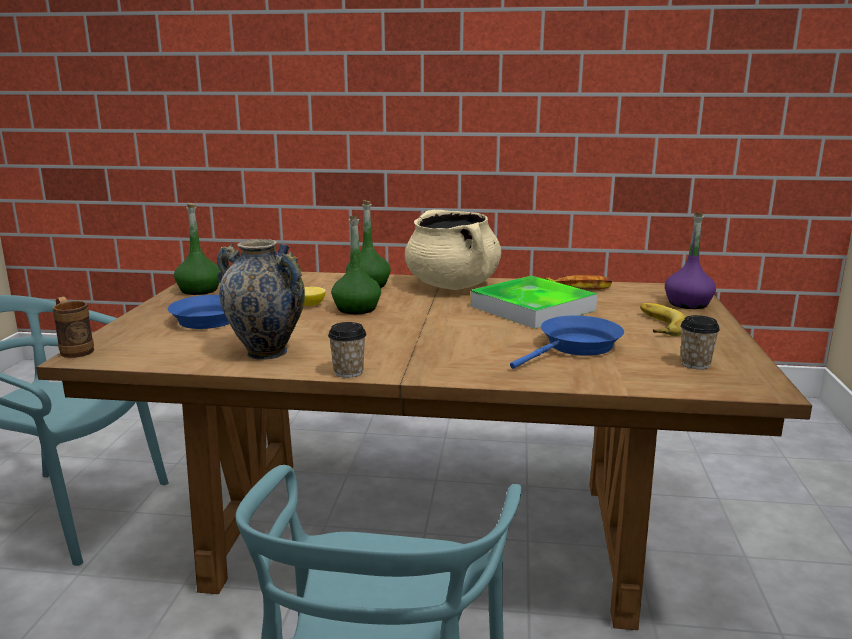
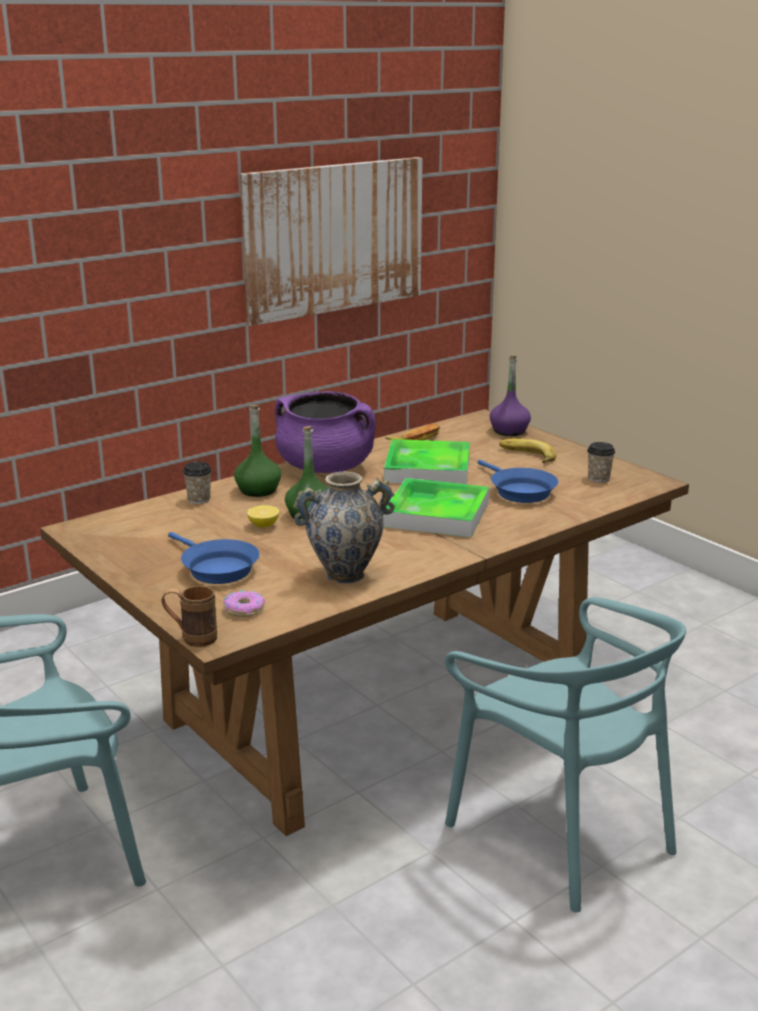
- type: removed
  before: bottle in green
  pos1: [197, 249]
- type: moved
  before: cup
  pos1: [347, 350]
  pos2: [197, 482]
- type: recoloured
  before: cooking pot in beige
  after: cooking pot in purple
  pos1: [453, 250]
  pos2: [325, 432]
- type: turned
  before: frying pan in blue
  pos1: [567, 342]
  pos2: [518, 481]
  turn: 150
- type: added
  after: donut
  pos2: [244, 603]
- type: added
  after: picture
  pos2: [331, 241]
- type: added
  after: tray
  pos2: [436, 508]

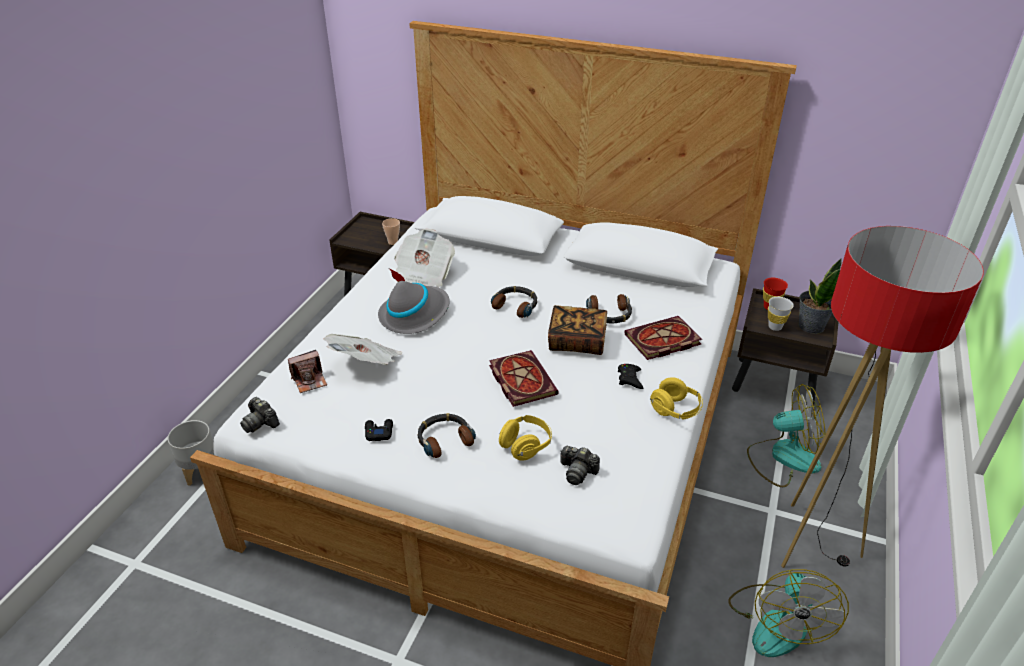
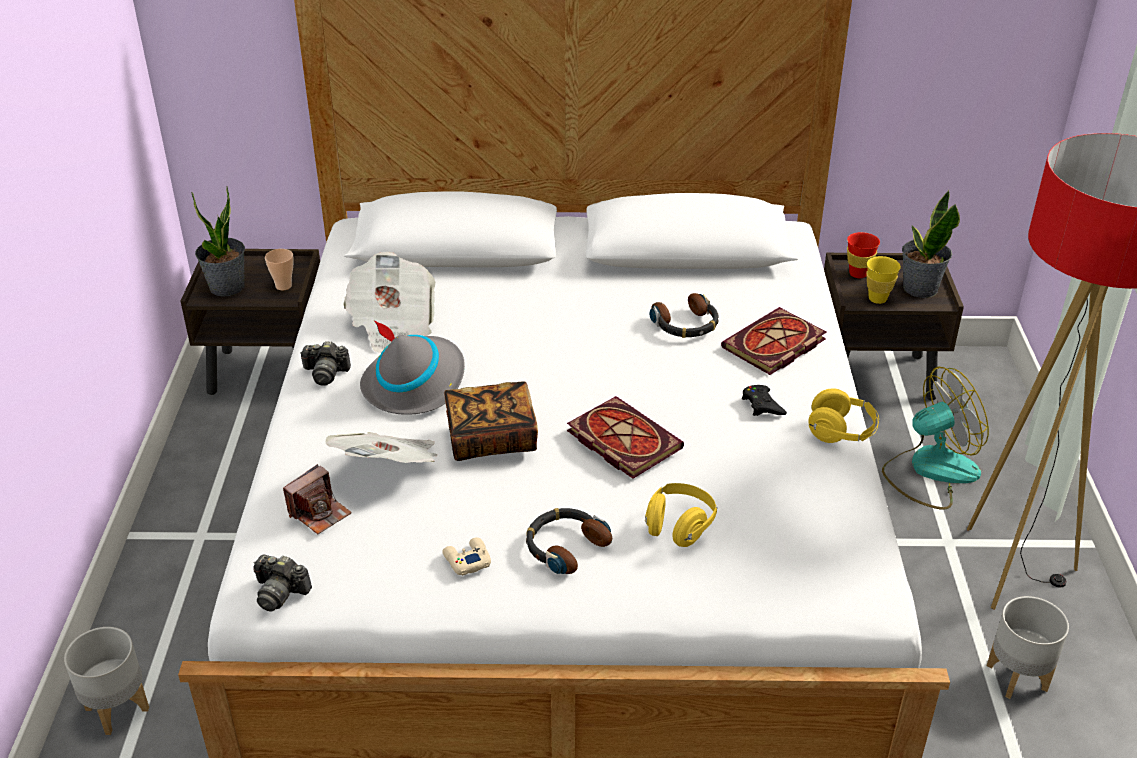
- type: recoloured
  before: game controller in black
  after: game controller in beige
  pos1: [379, 430]
  pos2: [466, 556]
- type: removed
  before: headphones
  pos1: [514, 302]
- type: moved
  before: book
  pos1: [577, 330]
  pos2: [491, 421]
- type: moved
  before: photo camera
  pos1: [580, 465]
  pos2: [325, 363]
- type: replaced
  before: fan
  after: planter in grey
  pos1: [788, 613]
  pos2: [1028, 647]
- type: recoloured
  before: cup in white
  after: cup in yellow
  pos1: [781, 314]
  pos2: [883, 280]
- type: added
  after: potted plant
  pos2: [218, 242]

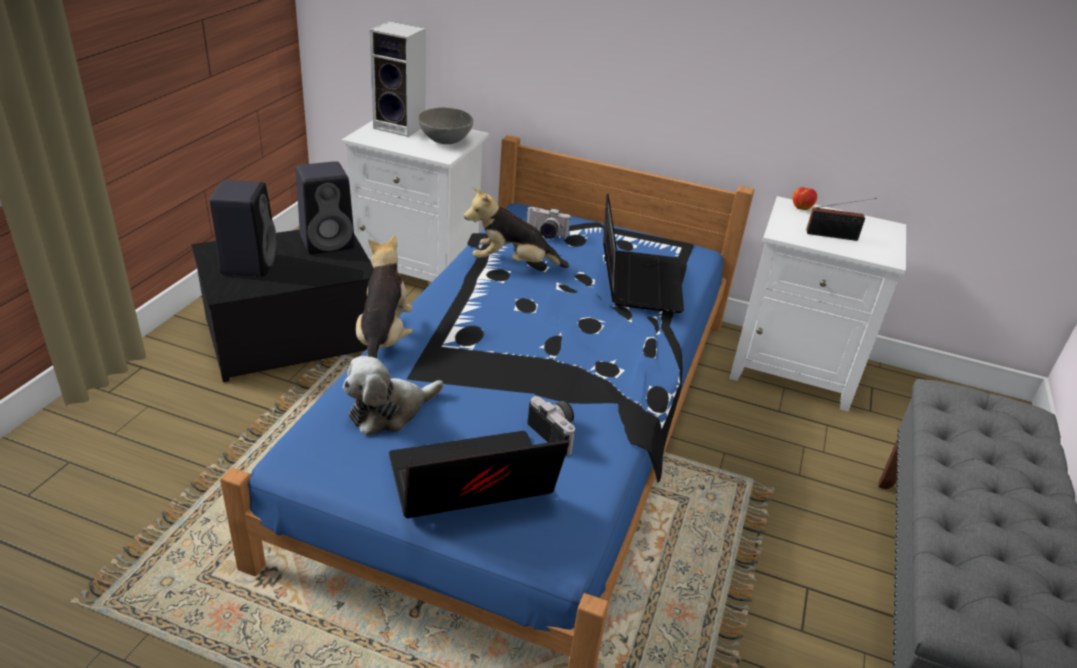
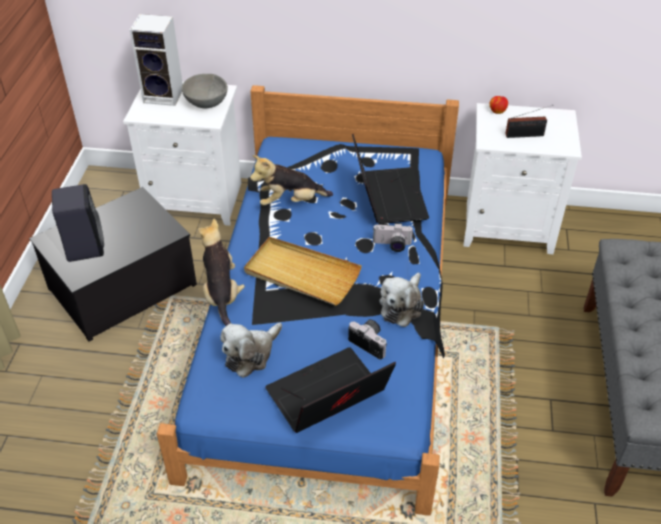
- type: removed
  before: speaker in black
  pos1: [325, 207]
- type: moved
  before: photo camera
  pos1: [549, 223]
  pos2: [393, 237]
- type: added
  after: tray in beige
  pos2: [303, 271]
- type: added
  after: plush toy
  pos2: [401, 300]

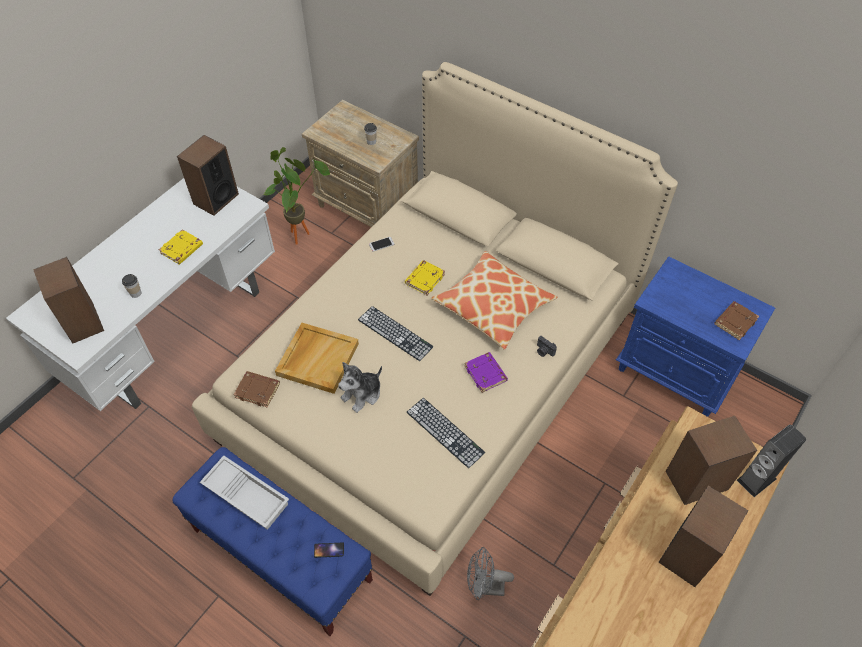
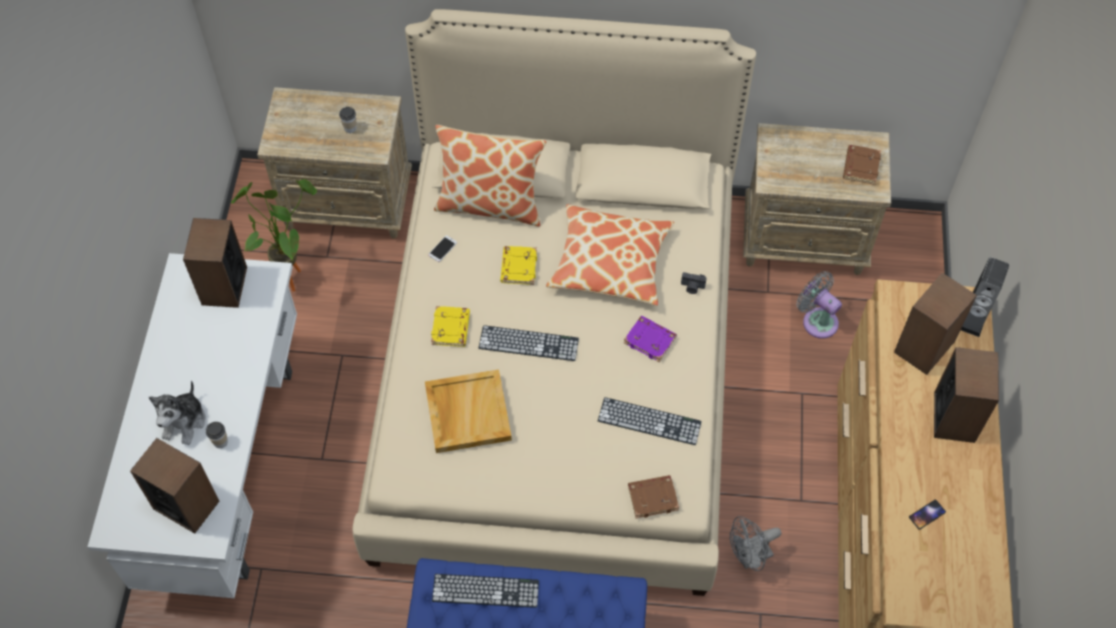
- type: moved
  before: book in yellow
  pos1: [181, 247]
  pos2: [450, 326]
- type: replaced
  before: tray in white
  after: keyboard
  pos1: [244, 493]
  pos2: [485, 591]
- type: moved
  before: book in brown
  pos1: [256, 389]
  pos2: [653, 496]
- type: moved
  before: phone
  pos1: [329, 550]
  pos2: [927, 515]
- type: moved
  before: plush toy
  pos1: [360, 387]
  pos2: [177, 413]
- type: recoloured
  before: nightstand in blue
  after: nightstand in beige
  pos1: [695, 337]
  pos2: [817, 199]
- type: added
  after: pillow
  pos2: [490, 176]
- type: added
  after: fan in grey
  pos2: [819, 305]

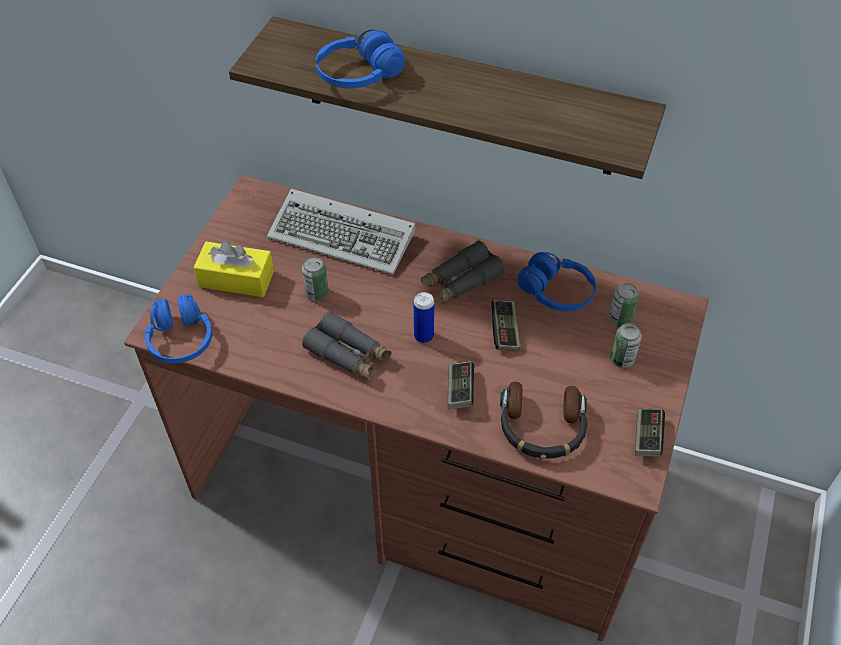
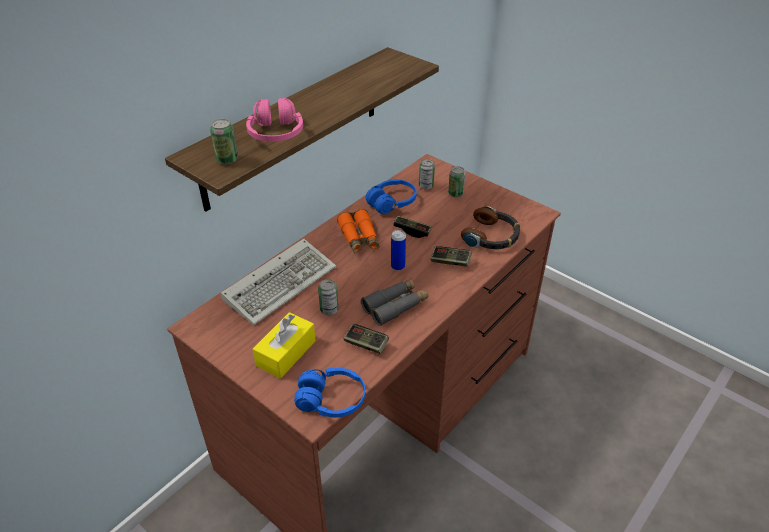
- type: recoloured
  before: headphones in blue
  after: headphones in pink
  pos1: [360, 59]
  pos2: [274, 120]
- type: recoloured
  before: binoculars in grey
  after: binoculars in orange
  pos1: [463, 272]
  pos2: [358, 231]
- type: moved
  before: game controller
  pos1: [650, 432]
  pos2: [366, 339]
- type: added
  after: can
  pos2: [224, 142]

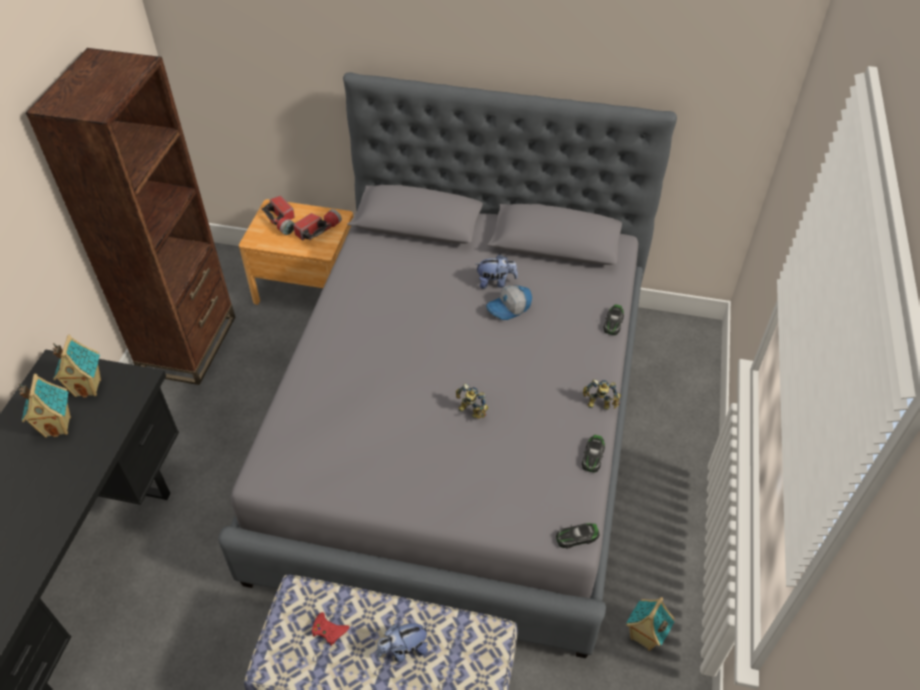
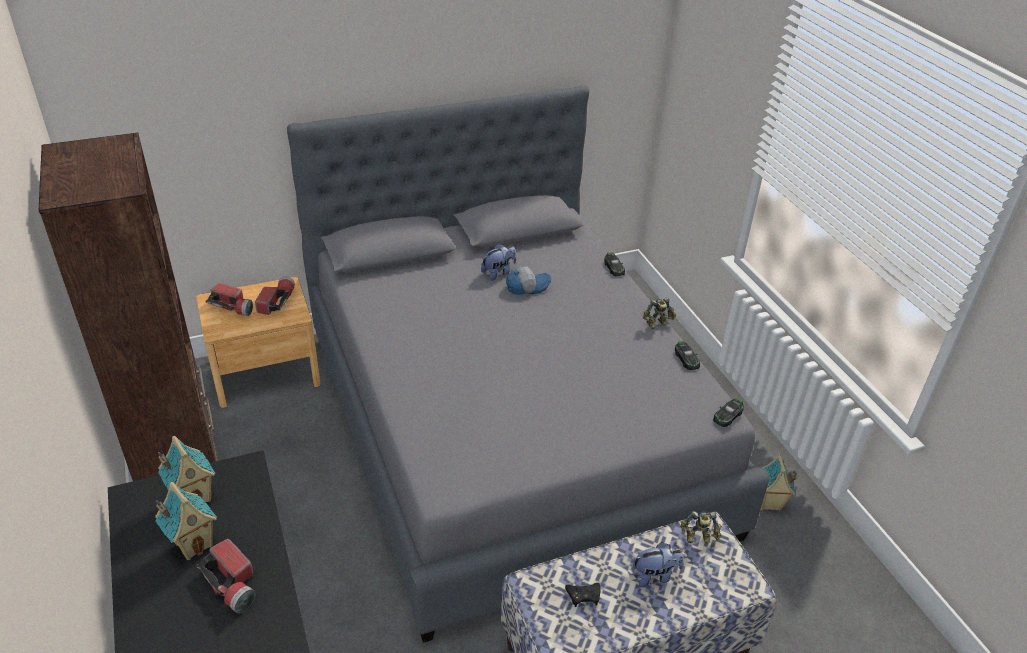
- type: recoloured
  before: game controller in red
  after: game controller in black
  pos1: [330, 629]
  pos2: [583, 595]
- type: turned
  before: plush toy
  pos1: [402, 642]
  pos2: [658, 564]
  turn: -135
- type: moved
  before: toy robot
  pos1: [472, 401]
  pos2: [701, 527]
- type: turned
  before: cap
  pos1: [509, 302]
  pos2: [528, 280]
  turn: -135
- type: added
  after: flashlight
  pos2: [225, 576]

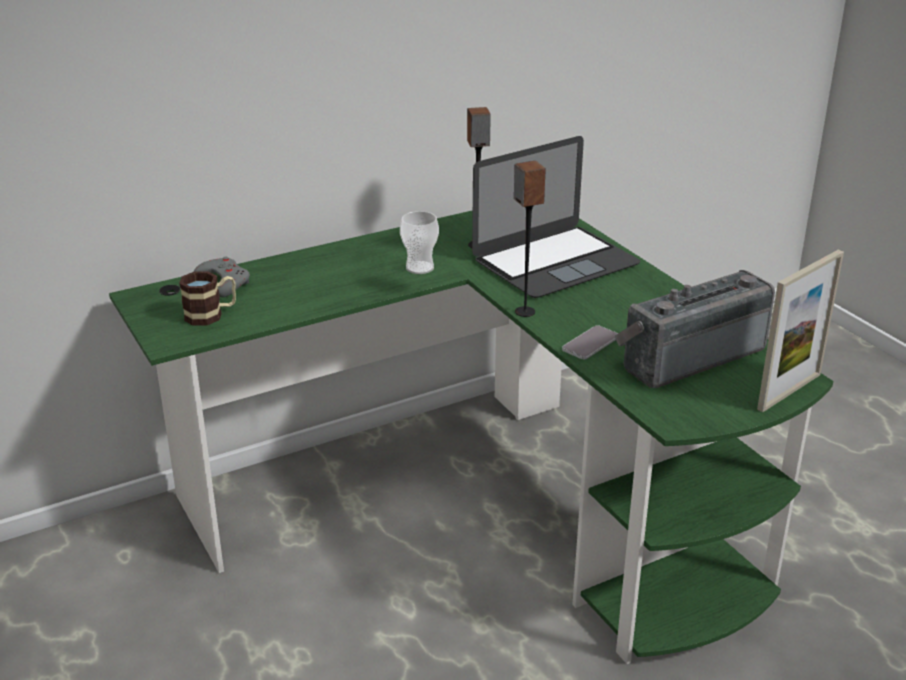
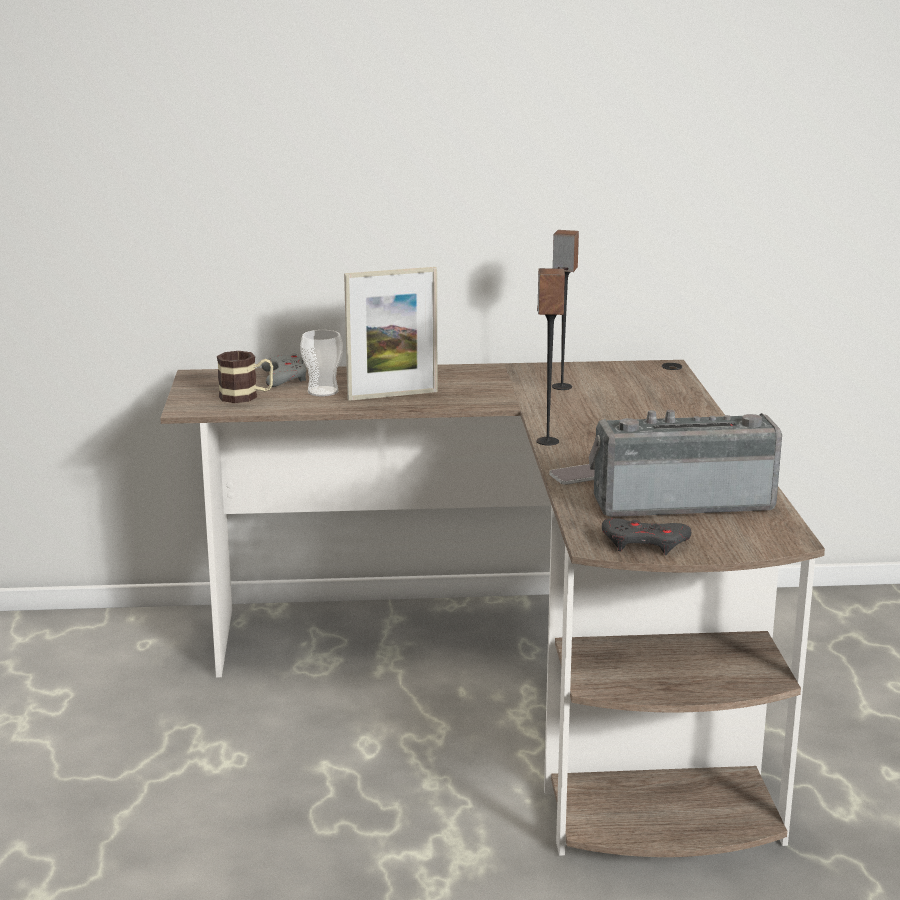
- type: recoloured
  before: desk in green
  after: desk in brown
  pos1: [471, 437]
  pos2: [492, 608]
- type: moved
  before: cup
  pos1: [419, 242]
  pos2: [321, 363]
- type: removed
  before: laptop
  pos1: [556, 217]
- type: moved
  before: picture frame
  pos1: [800, 331]
  pos2: [390, 334]
- type: added
  after: game controller in grey
  pos2: [646, 536]

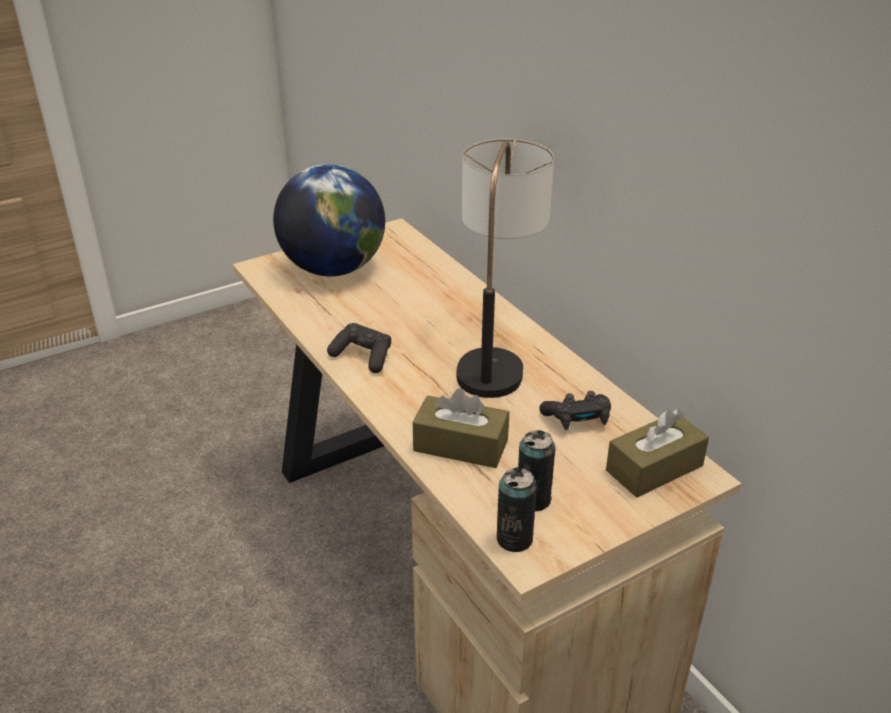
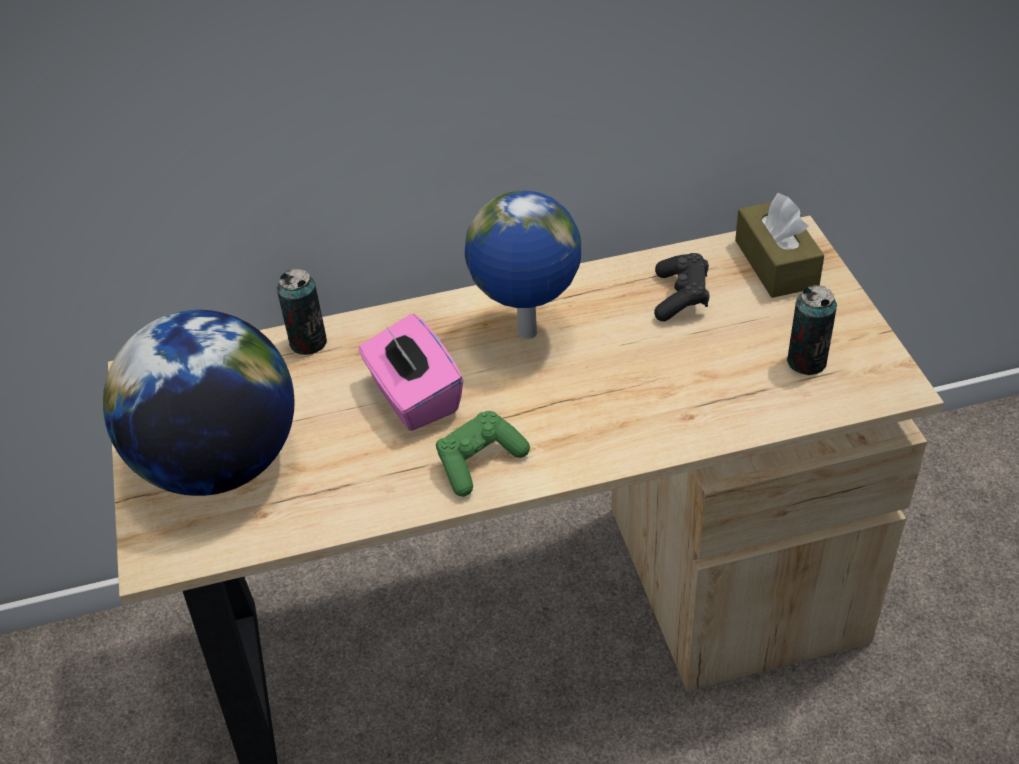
- type: recoloured
  before: game controller in black
  after: game controller in green
  pos1: [359, 348]
  pos2: [483, 454]
- type: removed
  before: tissue box in brown
  pos1: [461, 428]
- type: replaced
  before: table lamp
  after: globe
  pos1: [505, 268]
  pos2: [523, 264]
- type: moved
  before: can
  pos1: [517, 509]
  pos2: [302, 312]
- type: added
  after: tissue box in pink
  pos2: [410, 372]

